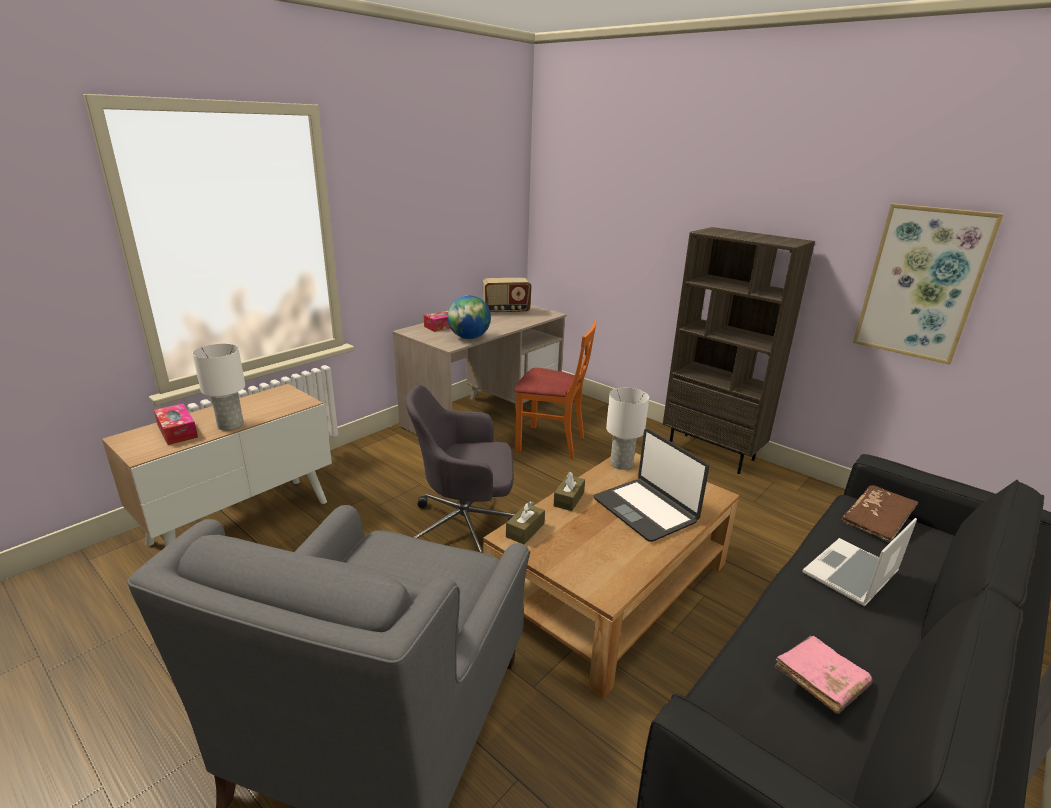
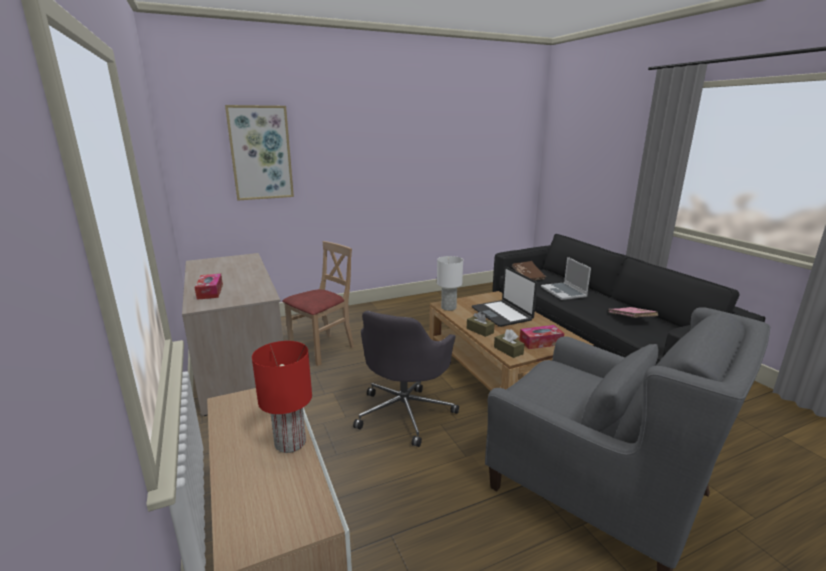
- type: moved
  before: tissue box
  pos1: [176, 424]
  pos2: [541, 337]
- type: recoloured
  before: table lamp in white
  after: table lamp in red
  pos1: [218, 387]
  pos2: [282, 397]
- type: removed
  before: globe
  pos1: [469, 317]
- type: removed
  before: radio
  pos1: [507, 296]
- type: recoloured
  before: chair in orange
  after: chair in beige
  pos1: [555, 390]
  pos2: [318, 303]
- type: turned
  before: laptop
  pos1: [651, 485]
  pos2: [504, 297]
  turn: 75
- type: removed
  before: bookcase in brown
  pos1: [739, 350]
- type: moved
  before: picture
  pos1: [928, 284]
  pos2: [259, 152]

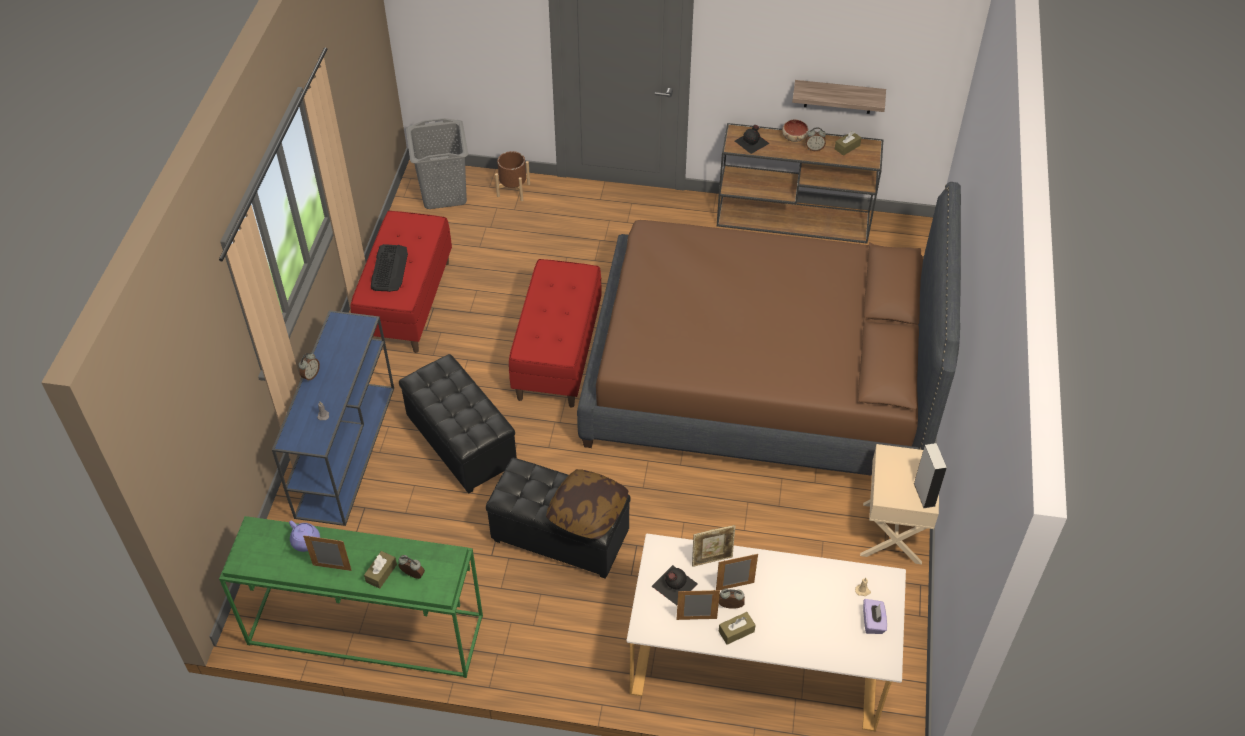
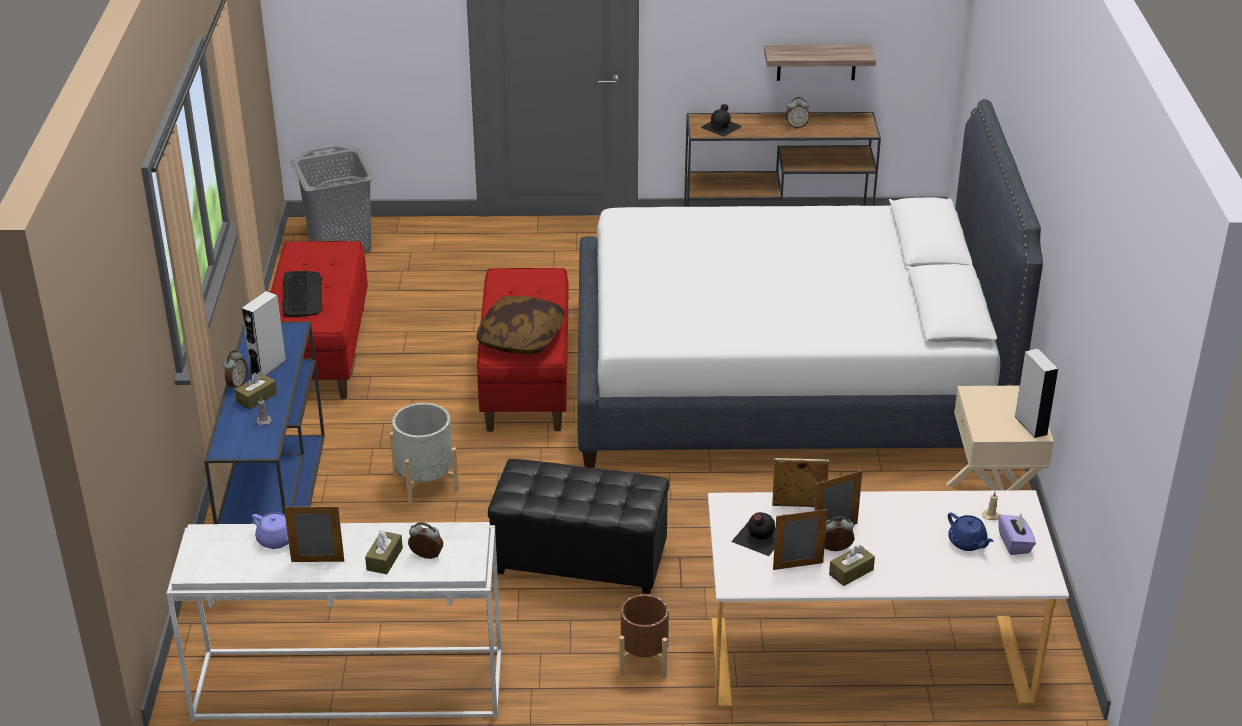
- type: recoloured
  before: console table in green
  after: console table in white
  pos1: [351, 597]
  pos2: [334, 621]
- type: replaced
  before: ottoman in black
  after: planter in grey
  pos1: [458, 424]
  pos2: [424, 453]
- type: moved
  before: planter in brown
  pos1: [512, 176]
  pos2: [644, 636]
- type: moved
  before: pillow
  pos1: [587, 504]
  pos2: [520, 325]
- type: recoloured
  before: bed in brown
  after: bed in white
  pos1: [769, 329]
  pos2: [810, 283]
- type: turned
  before: picture frame
  pos1: [714, 546]
  pos2: [800, 482]
  turn: -150
- type: removed
  before: bowl
  pos1: [795, 131]
- type: moved
  before: tissue box in brown
  pos1: [848, 143]
  pos2: [256, 391]
- type: added
  after: speaker in grey
  pos2: [264, 333]
- type: added
  after: teapot in blue
  pos2: [971, 531]

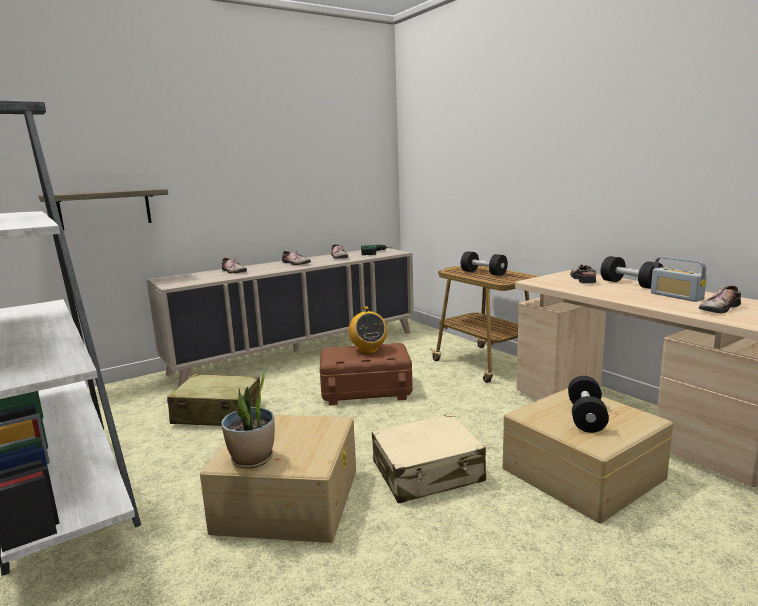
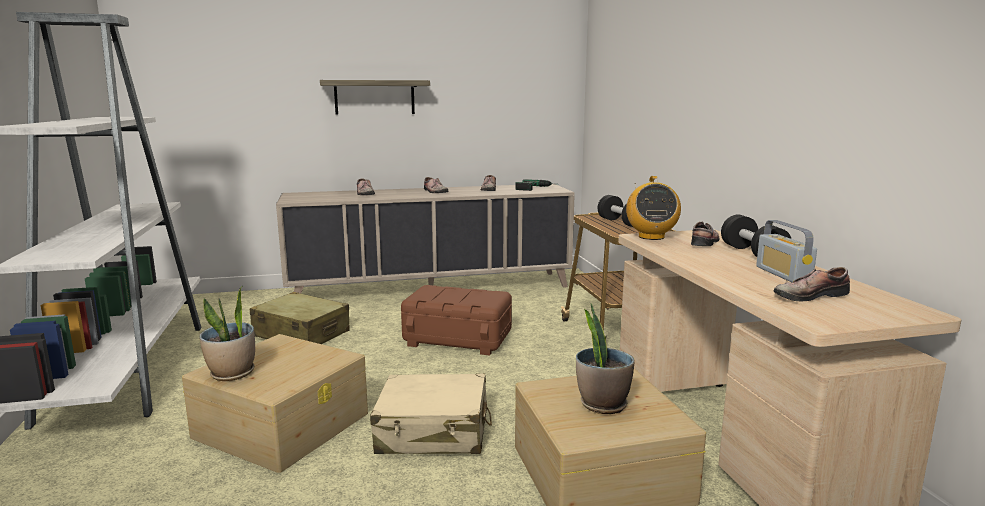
- type: moved
  before: shelf
  pos1: [103, 209]
  pos2: [375, 97]
- type: moved
  before: radio
  pos1: [368, 330]
  pos2: [653, 208]
- type: replaced
  before: dumbbell in black
  after: potted plant
  pos1: [588, 404]
  pos2: [605, 358]

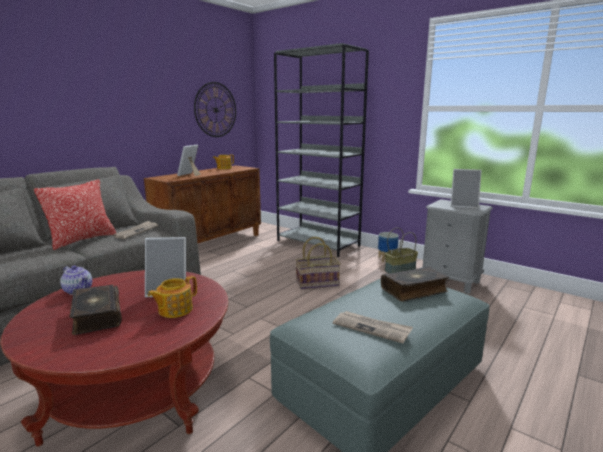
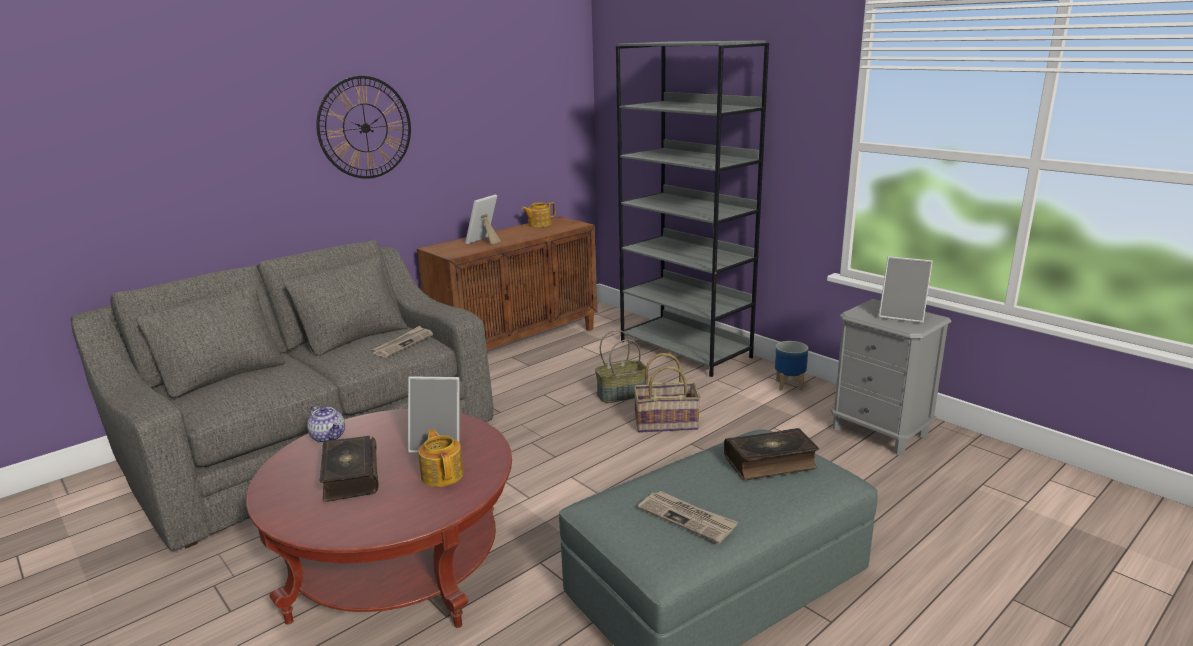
- type: removed
  before: pillow
  pos1: [75, 214]
- type: turned
  before: teapot
  pos1: [172, 297]
  pos2: [441, 458]
  turn: 105
- type: moved
  before: wall clock
  pos1: [215, 109]
  pos2: [363, 127]
- type: moved
  before: basket
  pos1: [401, 250]
  pos2: [620, 366]

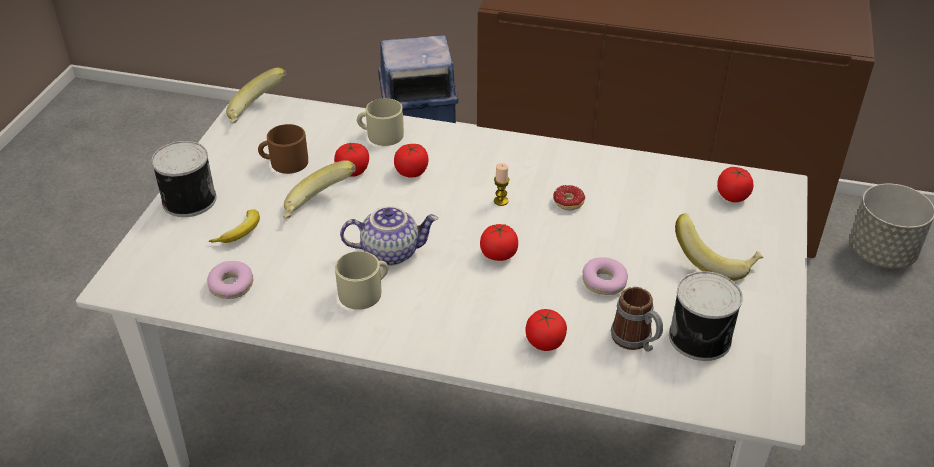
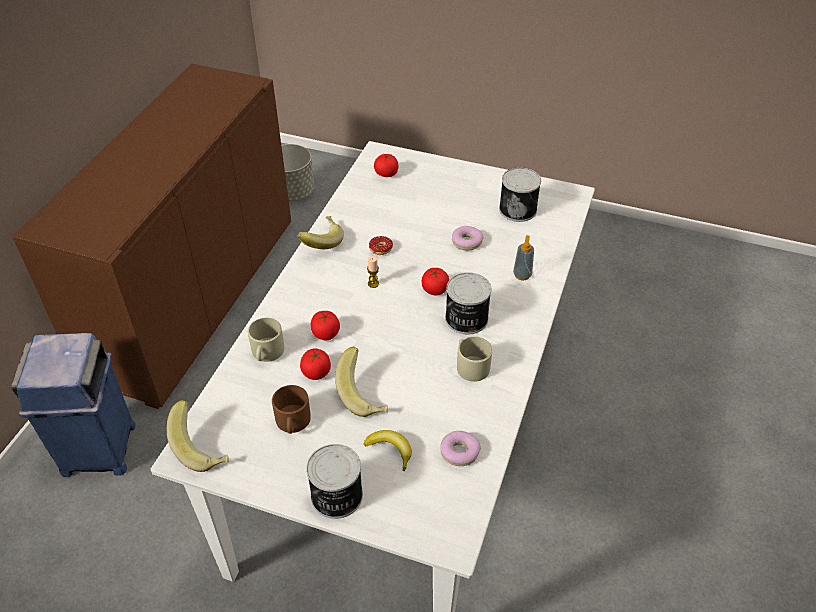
- type: removed
  before: teapot
  pos1: [389, 236]
- type: replaced
  before: tomato
  after: soap dispenser
  pos1: [546, 330]
  pos2: [523, 257]
- type: removed
  before: mug
  pos1: [637, 319]
- type: moved
  before: banana
  pos1: [719, 247]
  pos2: [321, 232]
- type: added
  after: can
  pos2: [468, 303]

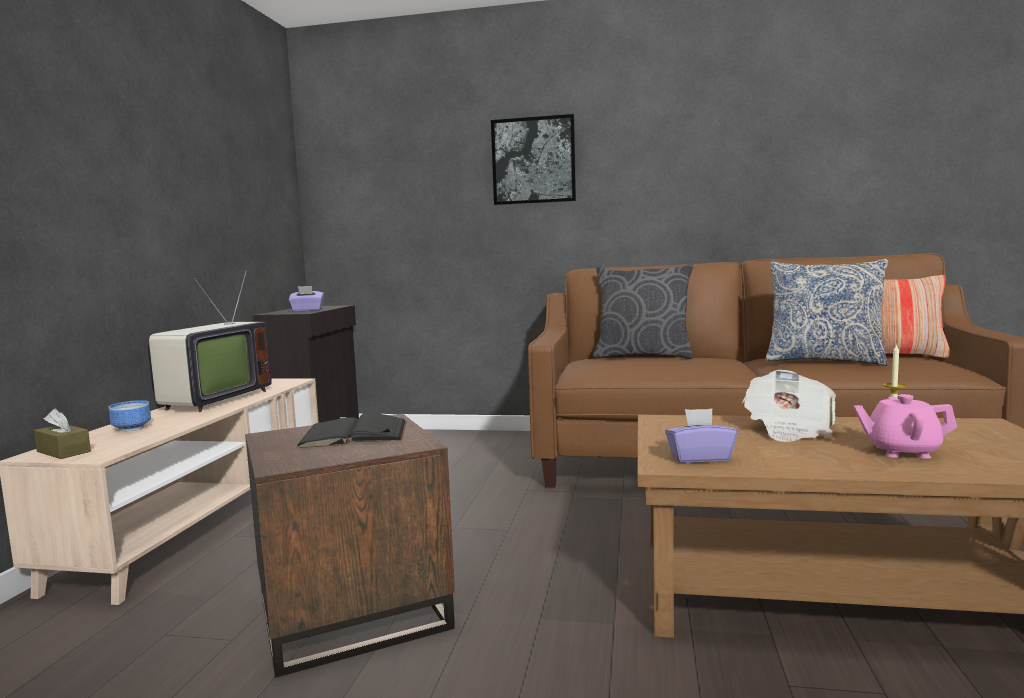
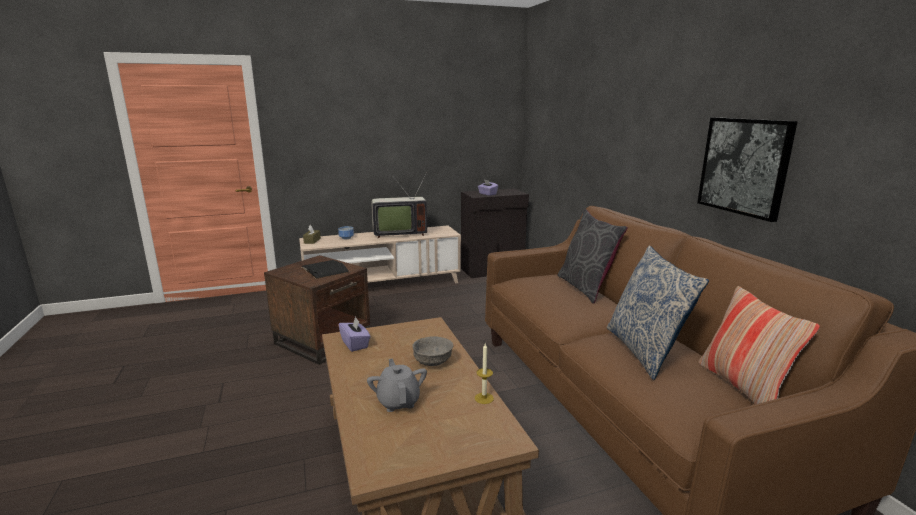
- type: moved
  before: picture
  pos1: [533, 159]
  pos2: [747, 169]
- type: replaced
  before: newspaper
  after: bowl in grey
  pos1: [789, 406]
  pos2: [432, 351]
- type: recoloured
  before: teapot in pink
  after: teapot in grey
  pos1: [905, 426]
  pos2: [397, 385]

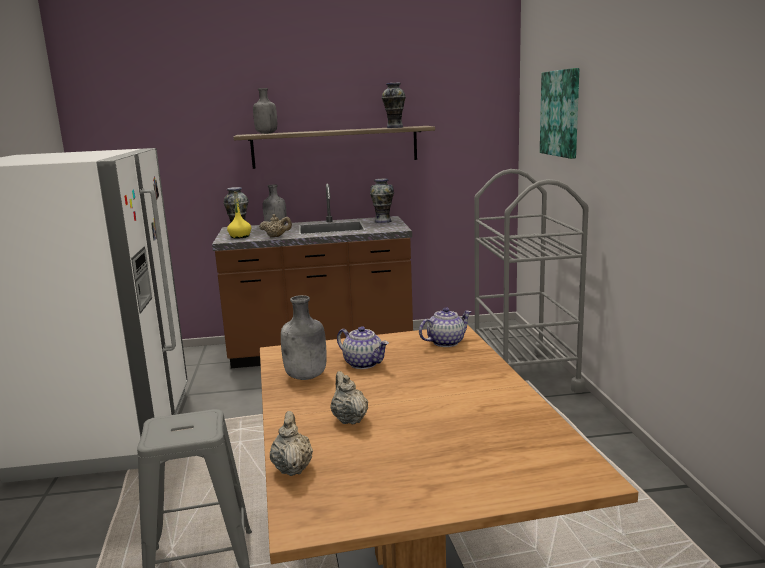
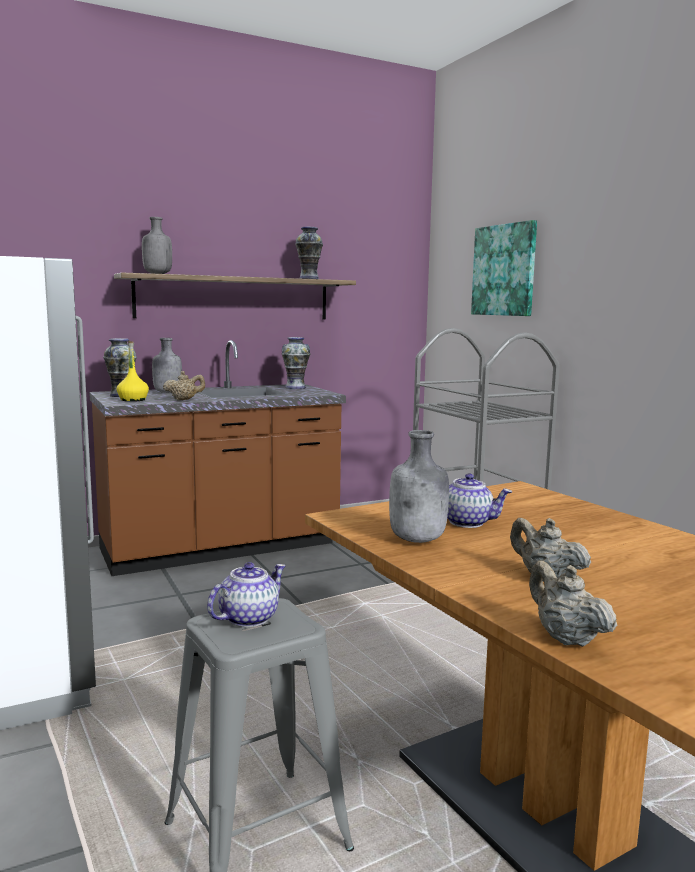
- type: moved
  before: teapot
  pos1: [445, 327]
  pos2: [246, 594]

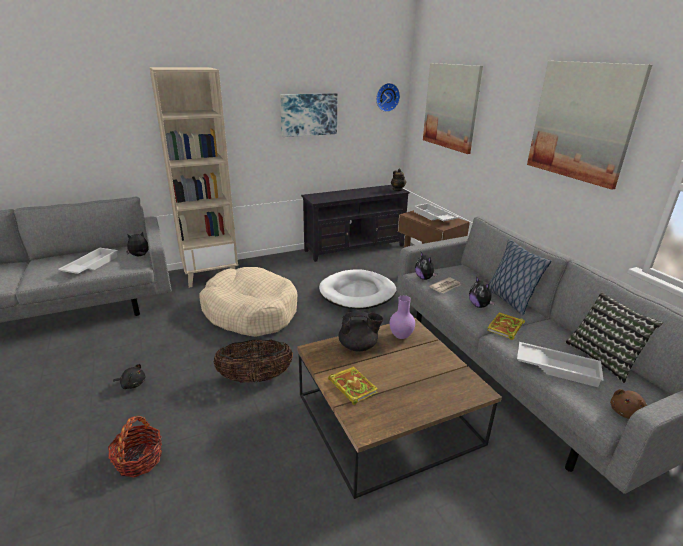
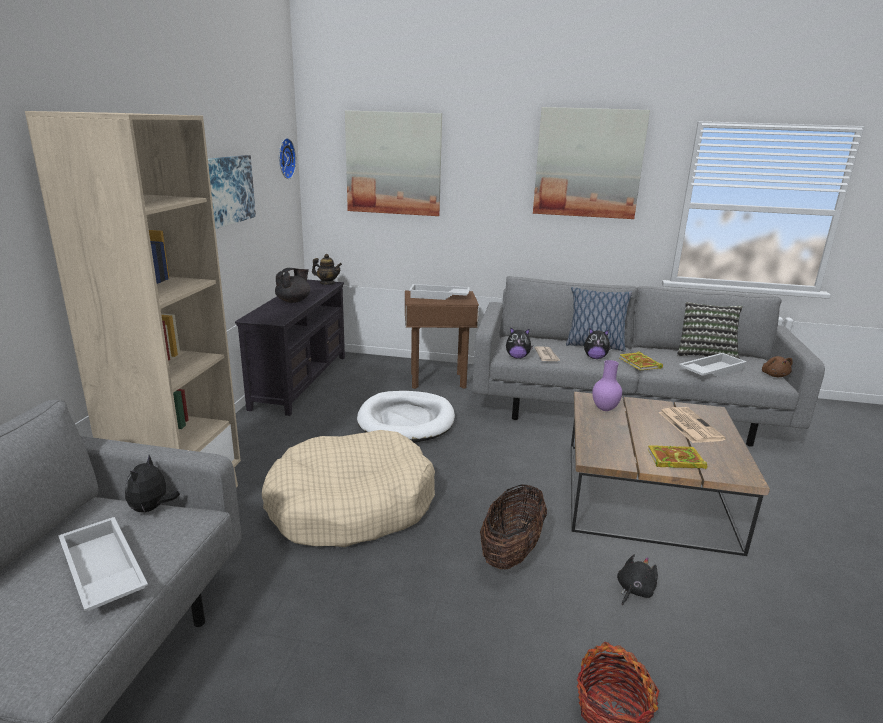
- type: moved
  before: plush toy in black
  pos1: [129, 376]
  pos2: [637, 579]
- type: moved
  before: teapot in black
  pos1: [361, 331]
  pos2: [293, 285]
- type: added
  after: newspaper
  pos2: [692, 425]

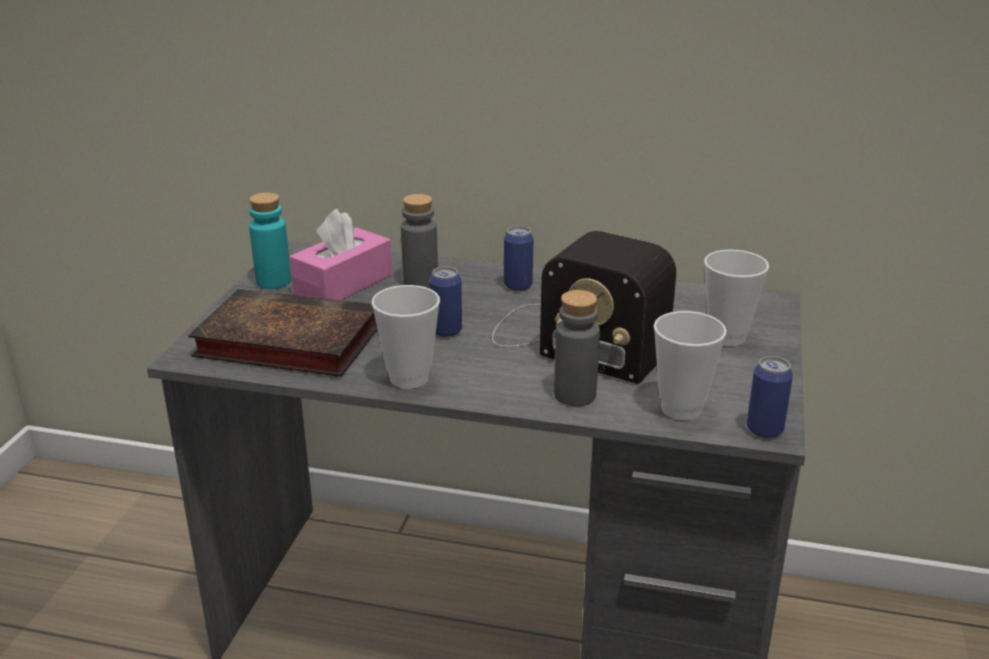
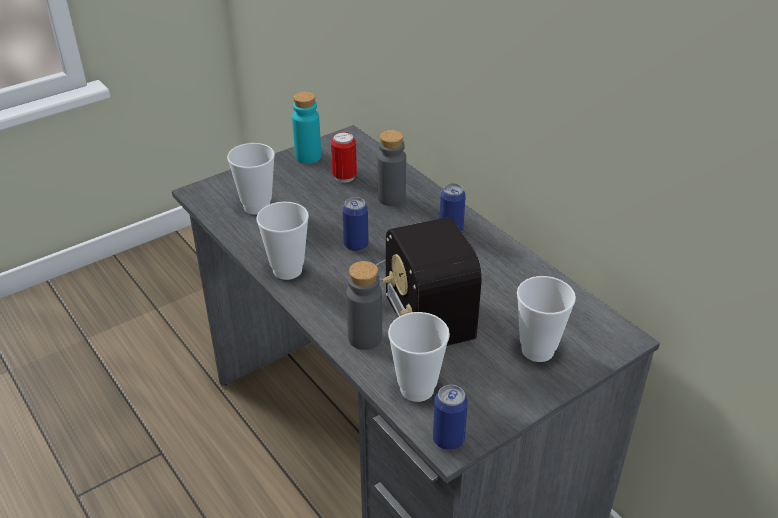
- type: replaced
  before: book
  after: cup
  pos1: [283, 332]
  pos2: [251, 179]
- type: replaced
  before: tissue box in pink
  after: can
  pos1: [340, 254]
  pos2: [344, 157]

